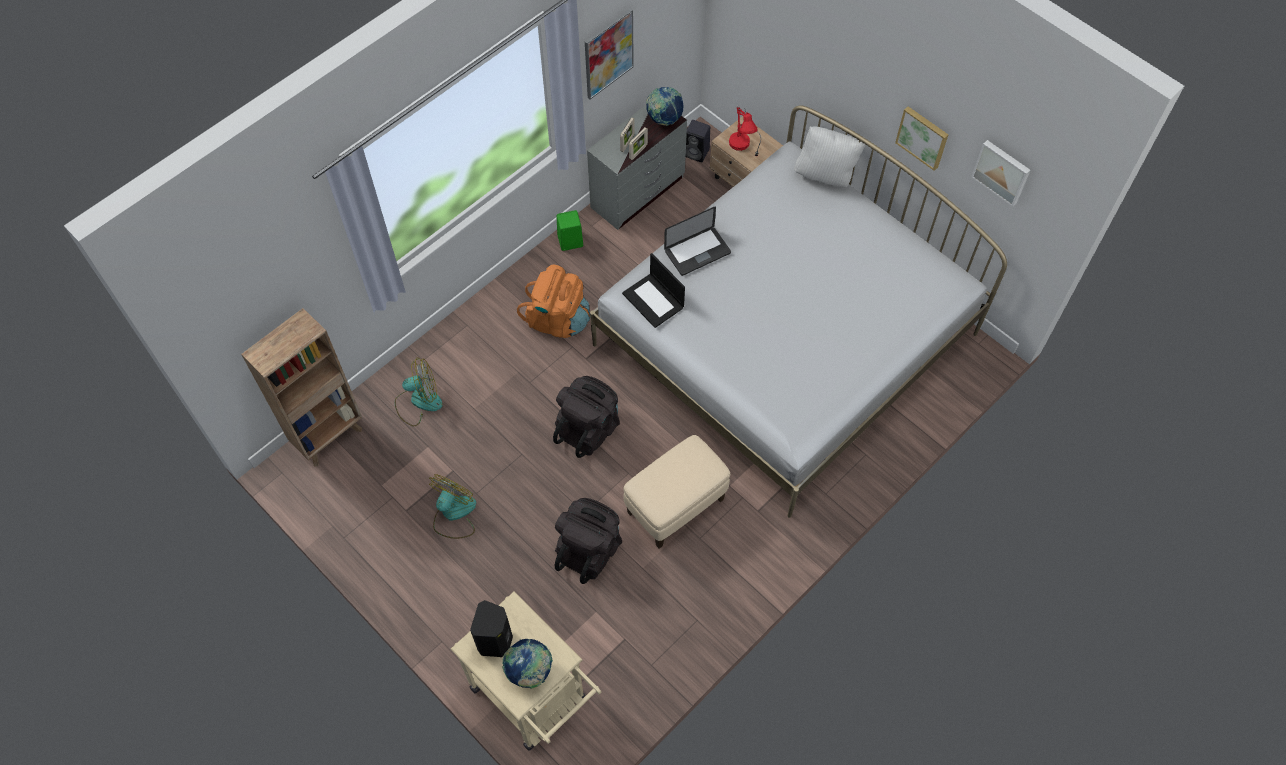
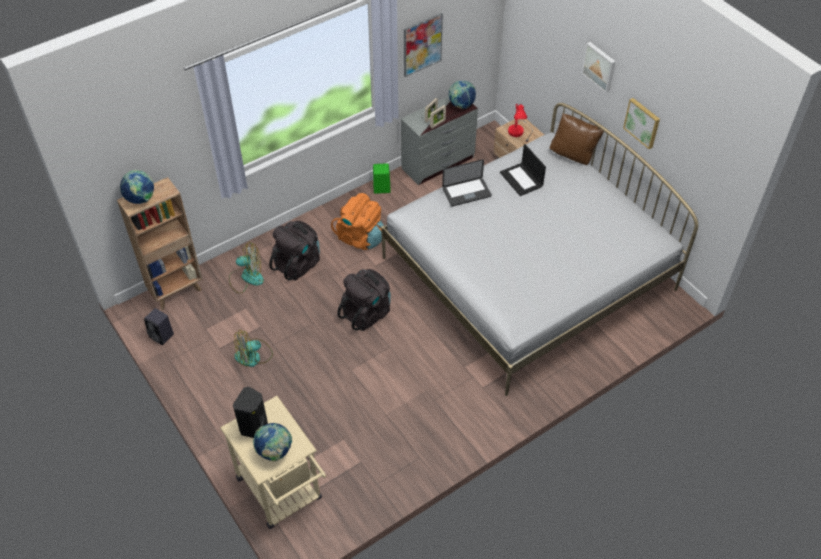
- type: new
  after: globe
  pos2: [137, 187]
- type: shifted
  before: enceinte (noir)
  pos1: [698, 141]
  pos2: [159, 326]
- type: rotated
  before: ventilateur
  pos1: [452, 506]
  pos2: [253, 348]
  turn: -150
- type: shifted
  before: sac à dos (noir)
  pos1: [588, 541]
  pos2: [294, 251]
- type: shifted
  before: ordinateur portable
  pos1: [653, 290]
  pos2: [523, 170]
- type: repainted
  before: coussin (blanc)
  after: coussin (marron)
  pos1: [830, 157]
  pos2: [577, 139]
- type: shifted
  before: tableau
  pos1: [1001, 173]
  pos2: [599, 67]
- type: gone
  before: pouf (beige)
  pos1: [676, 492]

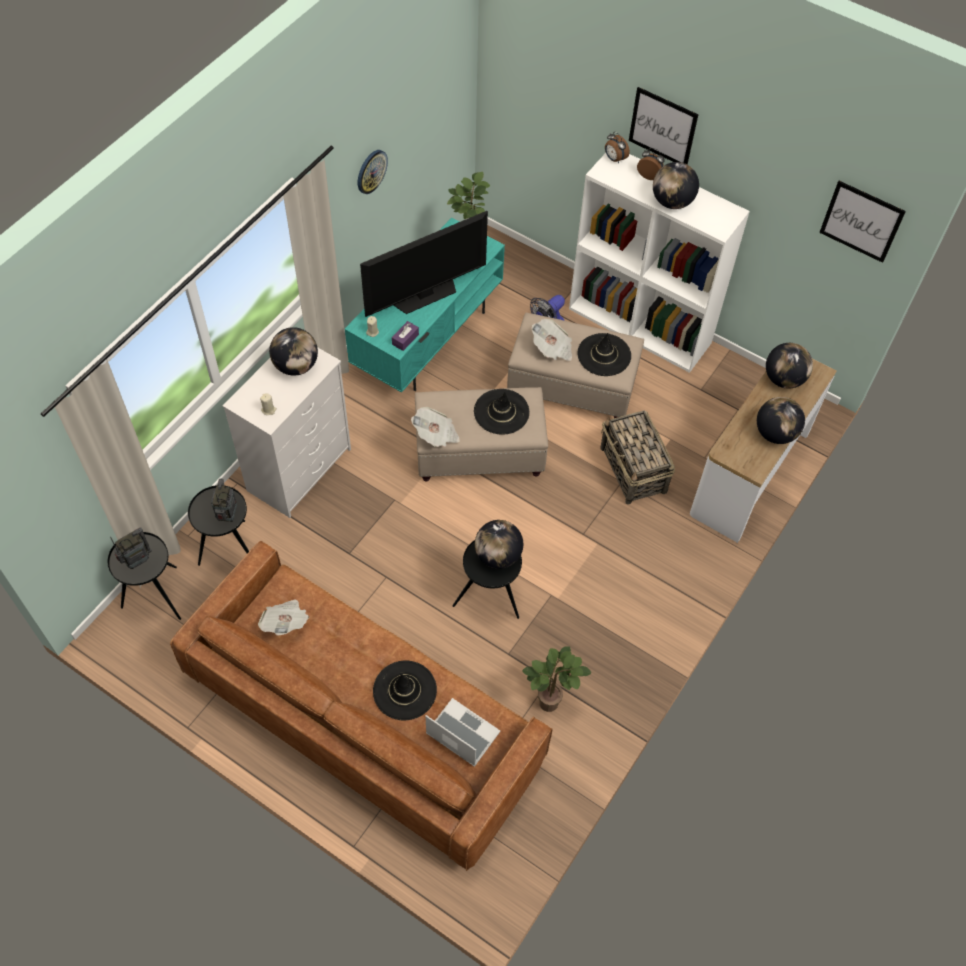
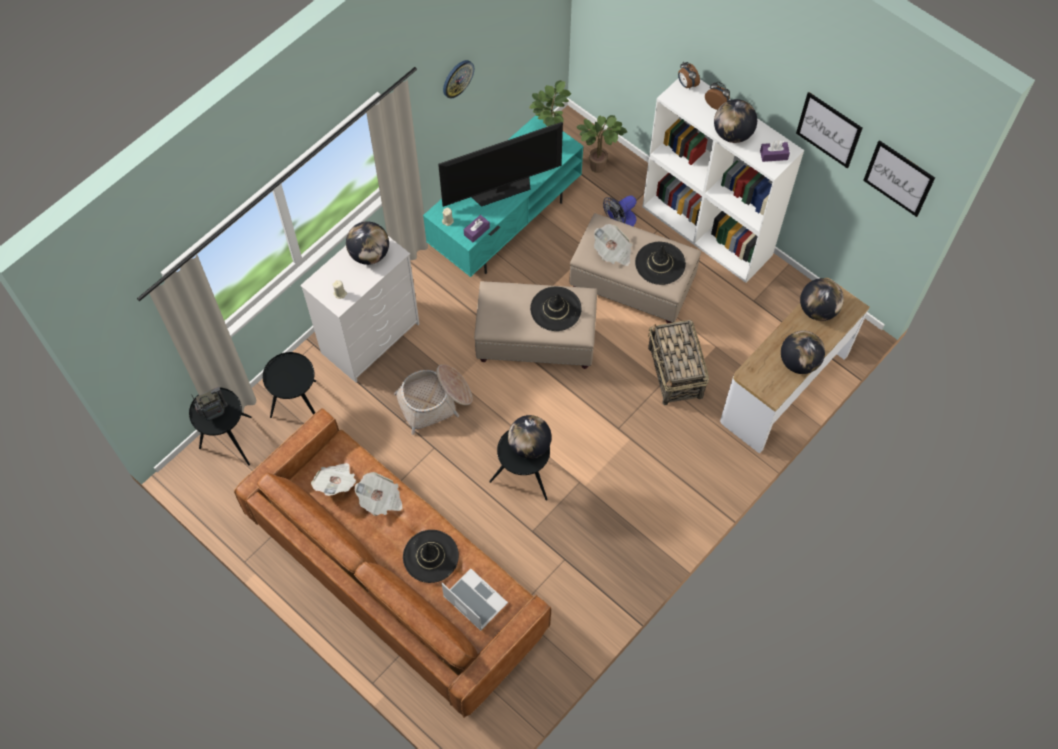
- type: shifted
  before: journal
  pos1: [435, 427]
  pos2: [379, 494]
- type: new
  after: panier
  pos2: [433, 399]
- type: shifted
  before: plante en pot
  pos1: [556, 679]
  pos2: [602, 144]
- type: new
  after: boîte à mouchoirs (violet)
  pos2: [775, 151]
- type: shifted
  before: tableau
  pos1: [664, 126]
  pos2: [829, 130]
- type: gone
  before: radio
  pos1: [224, 500]

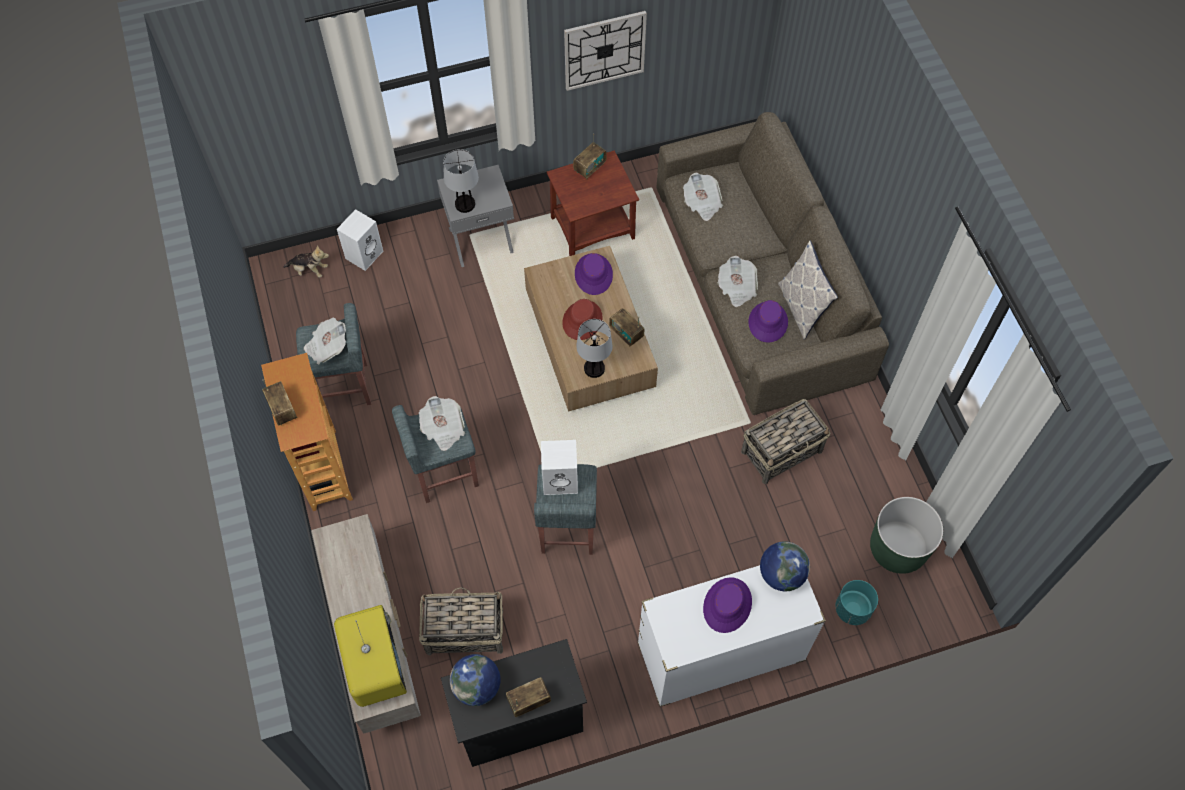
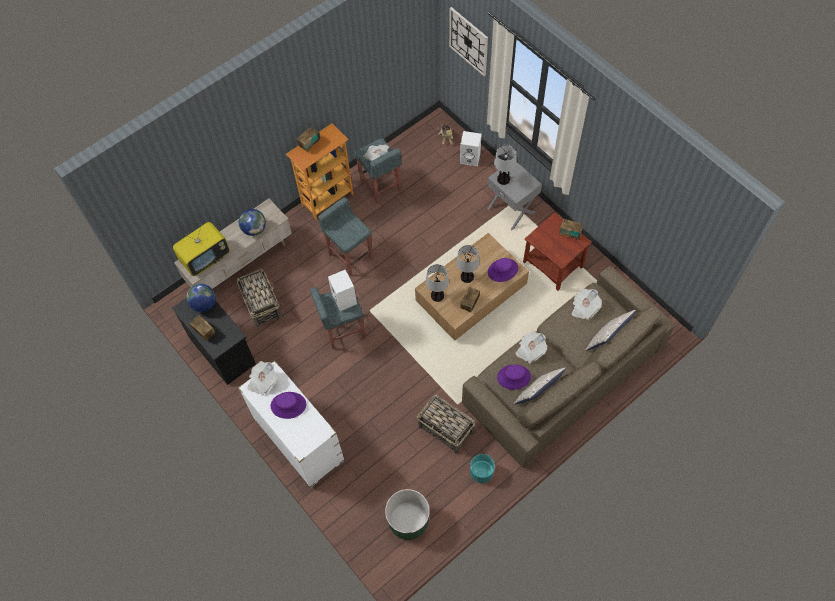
- type: shifted
  before: globe
  pos1: [785, 566]
  pos2: [252, 222]
- type: shifted
  before: journal
  pos1: [442, 423]
  pos2: [262, 378]
- type: shifted
  before: horloge murale
  pos1: [605, 51]
  pos2: [468, 41]
- type: swapped
  before: chapeau (rouge)
  after: lampe de table
  pos1: [582, 319]
  pos2: [467, 264]
- type: shifted
  before: cache-pot (turquoise)
  pos1: [856, 602]
  pos2: [482, 468]
- type: new
  after: coussin
  pos2: [610, 330]

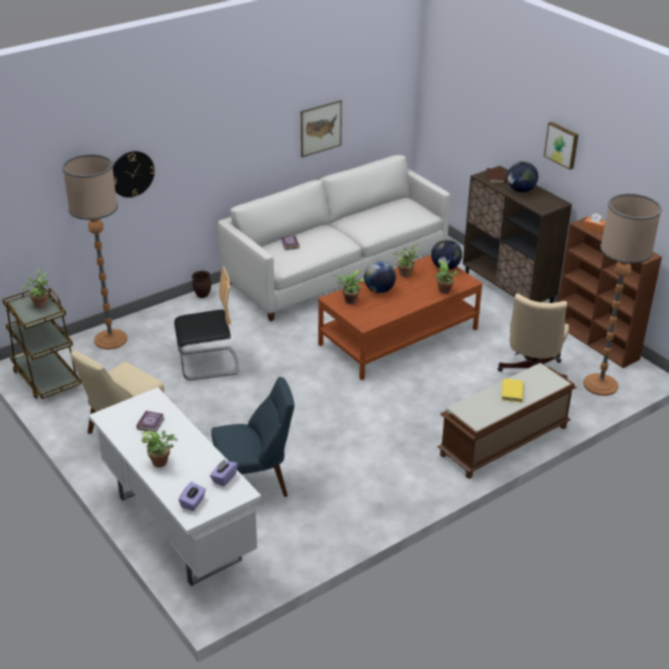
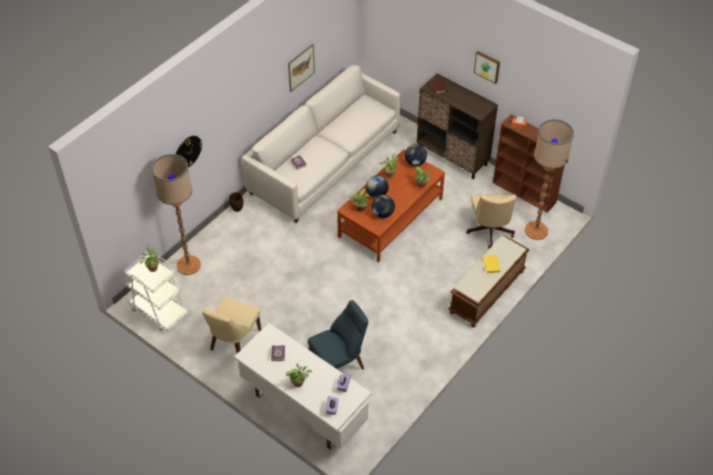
- type: repainted
  before: chariot (marron)
  after: chariot (blanc)
  pos1: [41, 343]
  pos2: [157, 291]
- type: shifted
  before: globe
  pos1: [522, 176]
  pos2: [383, 206]
- type: gone
  before: chaise
  pos1: [206, 323]

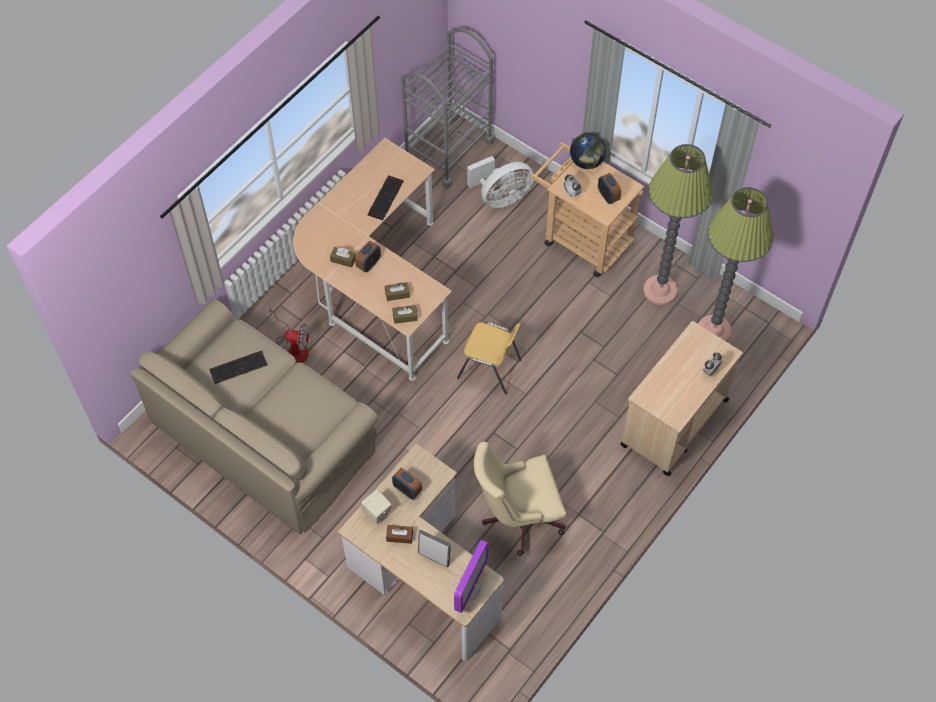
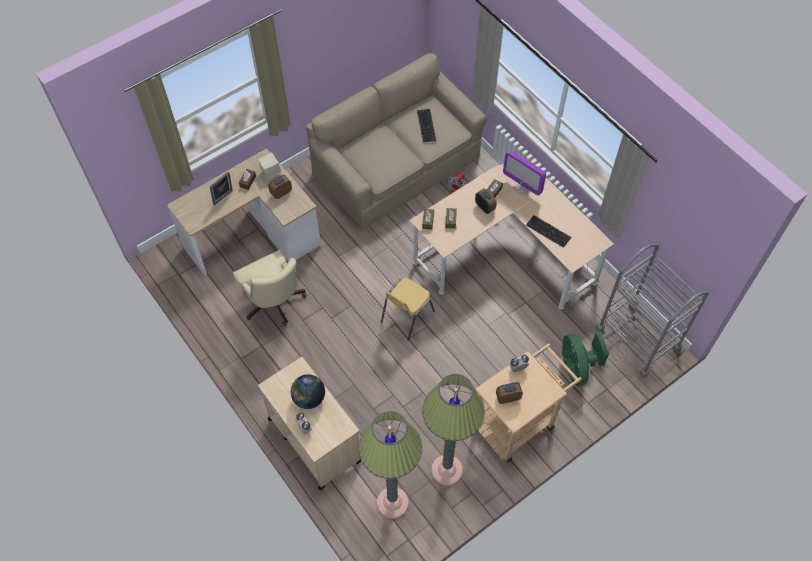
- type: rotated
  before: chaise de bureau (beige)
  pos1: [520, 499]
  pos2: [270, 288]
  turn: 150
- type: shifted
  before: globe
  pos1: [588, 151]
  pos2: [308, 391]
- type: shifted
  before: écran d'ordinateur
  pos1: [471, 576]
  pos2: [524, 172]
- type: repainted
  before: ventilateur (blanc)
  after: ventilateur (vert)
  pos1: [500, 182]
  pos2: [585, 358]

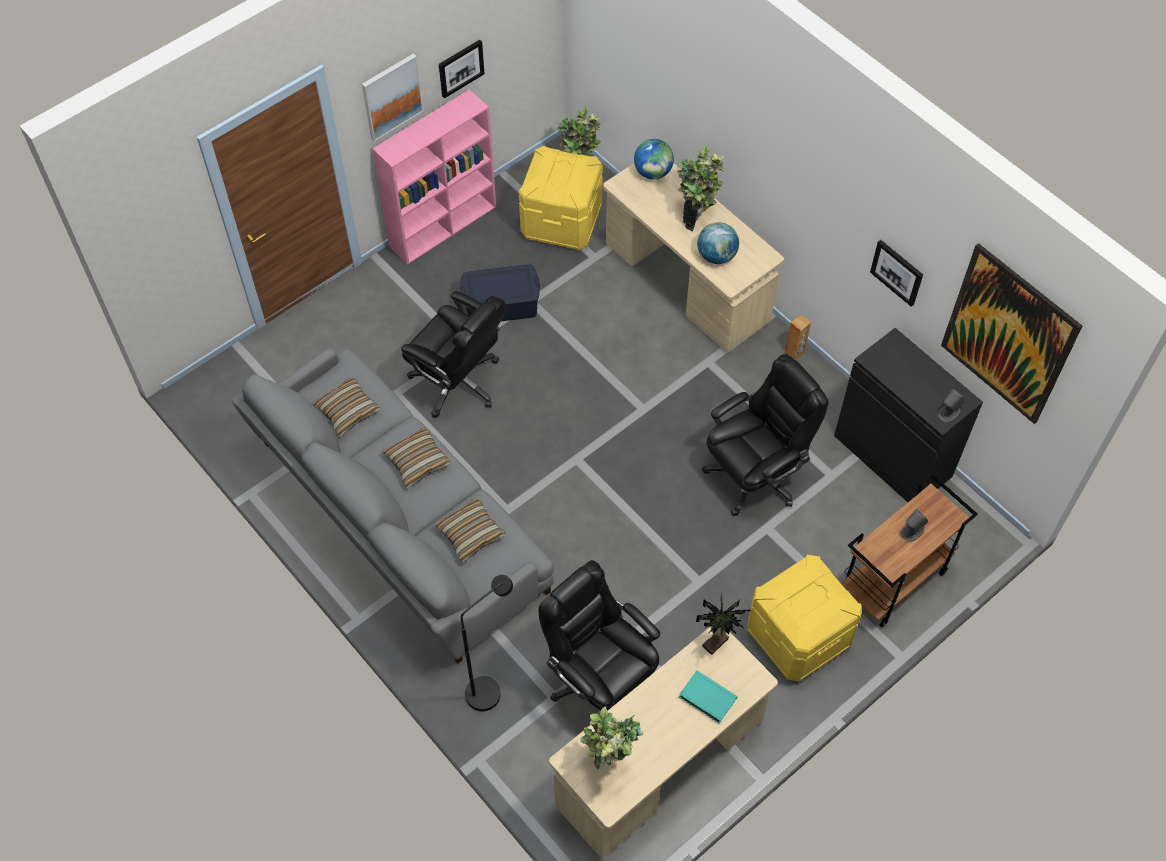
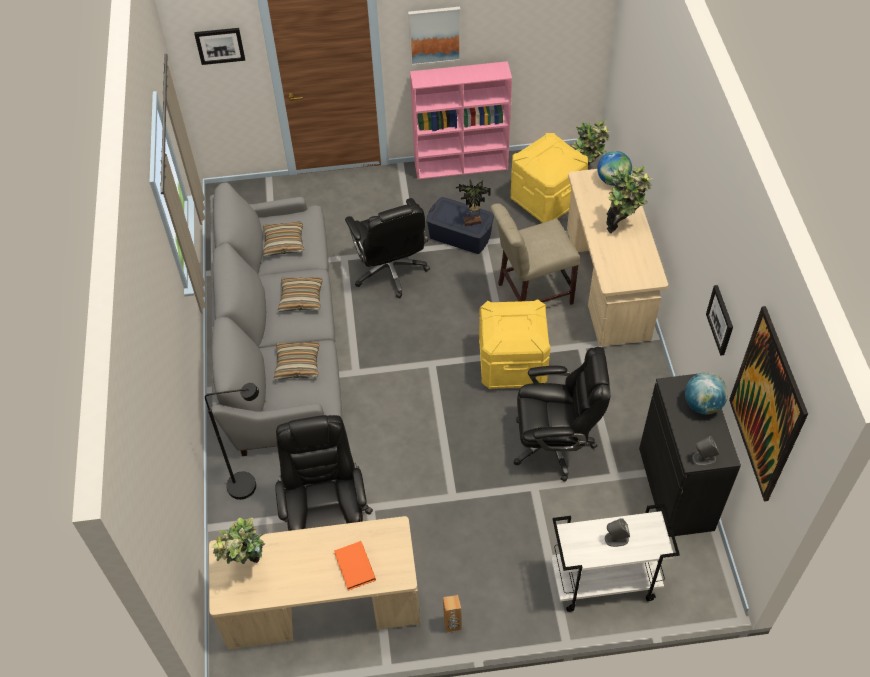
- type: shifted
  before: tableau
  pos1: [462, 69]
  pos2: [219, 46]
- type: repainted
  before: livre (turquoise)
  after: livre (orange)
  pos1: [708, 697]
  pos2: [355, 566]
- type: shifted
  before: enceinte (marron)
  pos1: [798, 337]
  pos2: [452, 613]
- type: shifted
  before: plante en pot
  pos1: [723, 624]
  pos2: [473, 203]
- type: shifted
  before: boîte de rangement (jaune)
  pos1: [804, 618]
  pos2: [515, 344]
- type: new
  after: chaise (beige)
  pos2: [535, 254]
- type: repainted
  before: chariot (marron)
  after: chariot (blanc)
  pos1: [909, 551]
  pos2: [615, 558]
- type: shifted
  before: globe
  pos1: [718, 243]
  pos2: [706, 393]

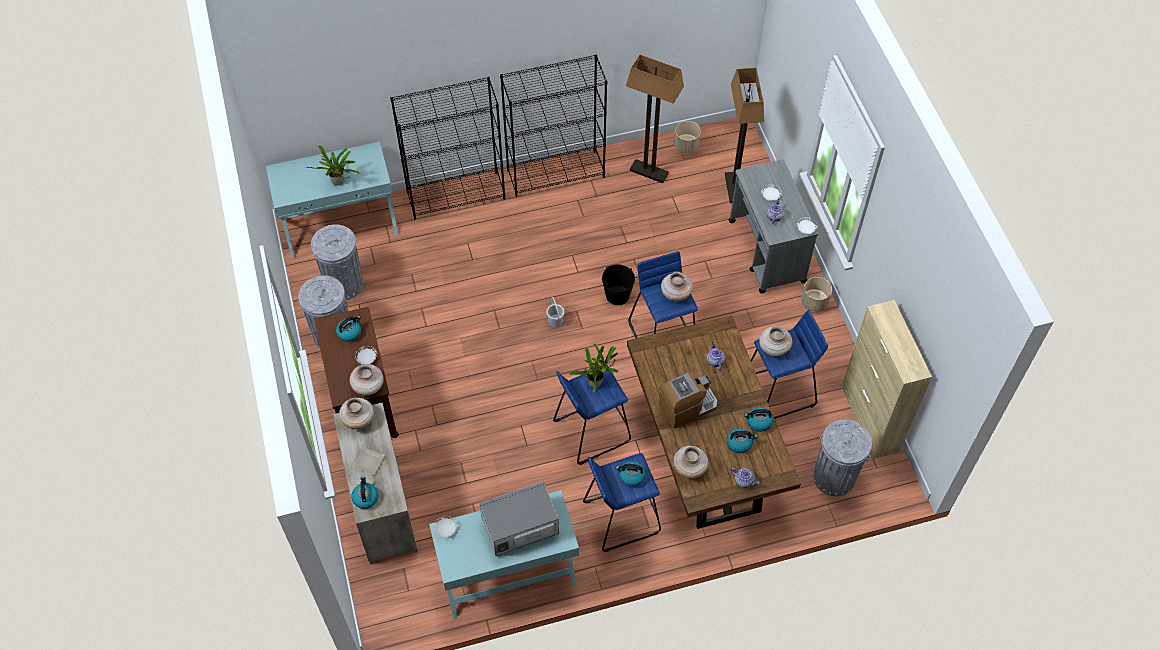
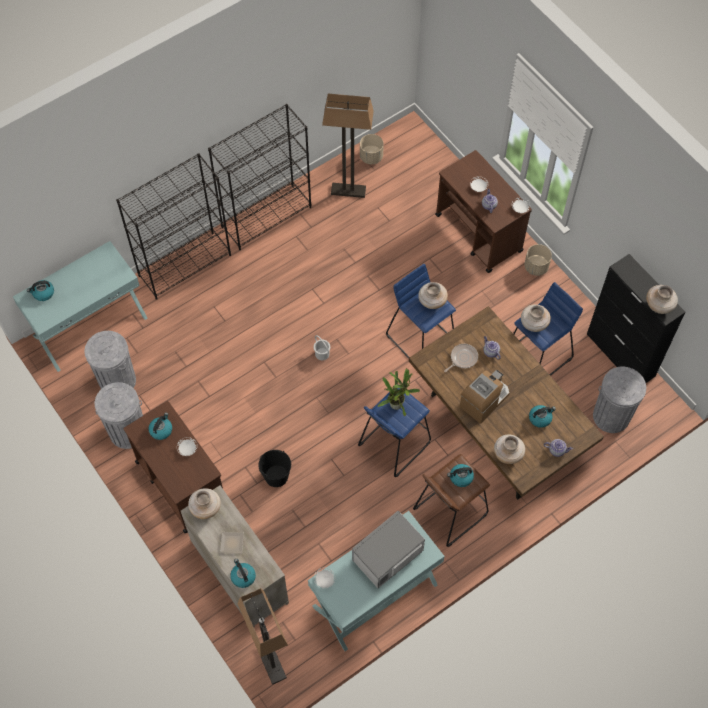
- type: shifted
  before: bouilloire
  pos1: [758, 419]
  pos2: [40, 290]
- type: shifted
  before: lampadaire
  pos1: [744, 135]
  pos2: [262, 636]
- type: shifted
  before: seau (noir)
  pos1: [618, 284]
  pos2: [274, 468]
- type: repainted
  before: tabouret (bleu)
  after: tabouret (marron)
  pos1: [622, 502]
  pos2: [451, 500]
- type: repainted
  before: chariot (gris)
  after: chariot (marron)
  pos1: [773, 226]
  pos2: [483, 211]
- type: new
  after: poêle
  pos2: [461, 358]
- type: repainted
  before: meuble de rangement (beige)
  after: meuble de rangement (noir)
  pos1: [886, 379]
  pos2: [636, 318]
- type: shifted
  before: vase (beige)
  pos1: [367, 379]
  pos2: [662, 299]
- type: gone
  before: plante en pot
  pos1: [333, 165]

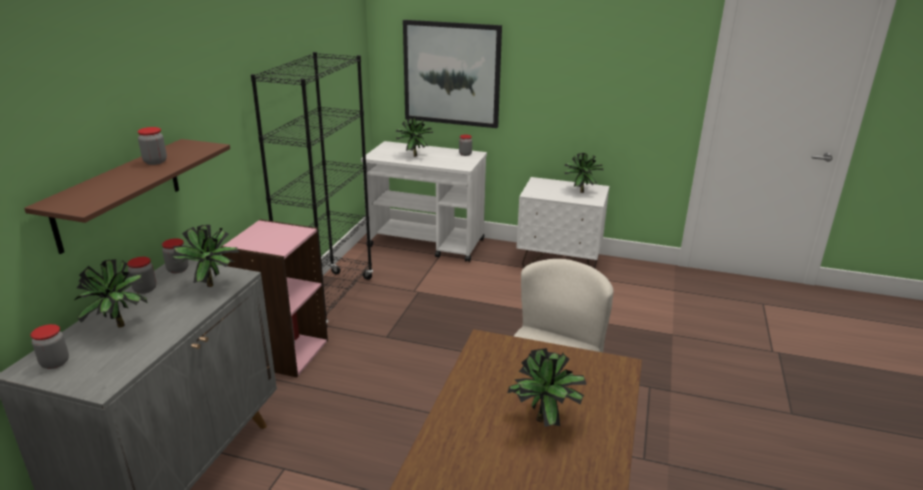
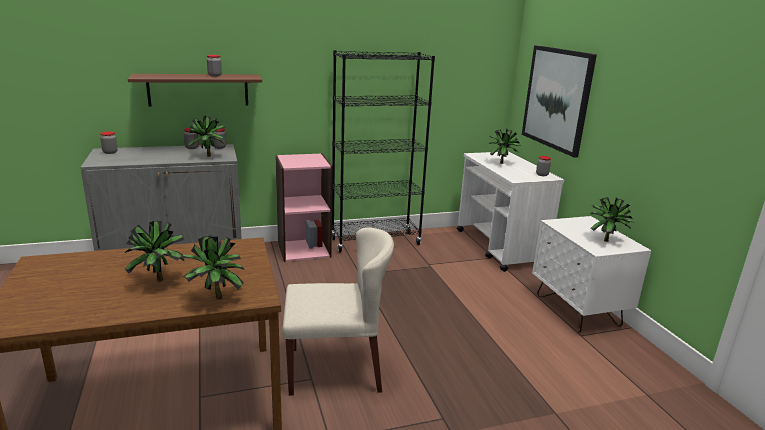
- type: shifted
  before: plante en pot
  pos1: [110, 293]
  pos2: [213, 267]

